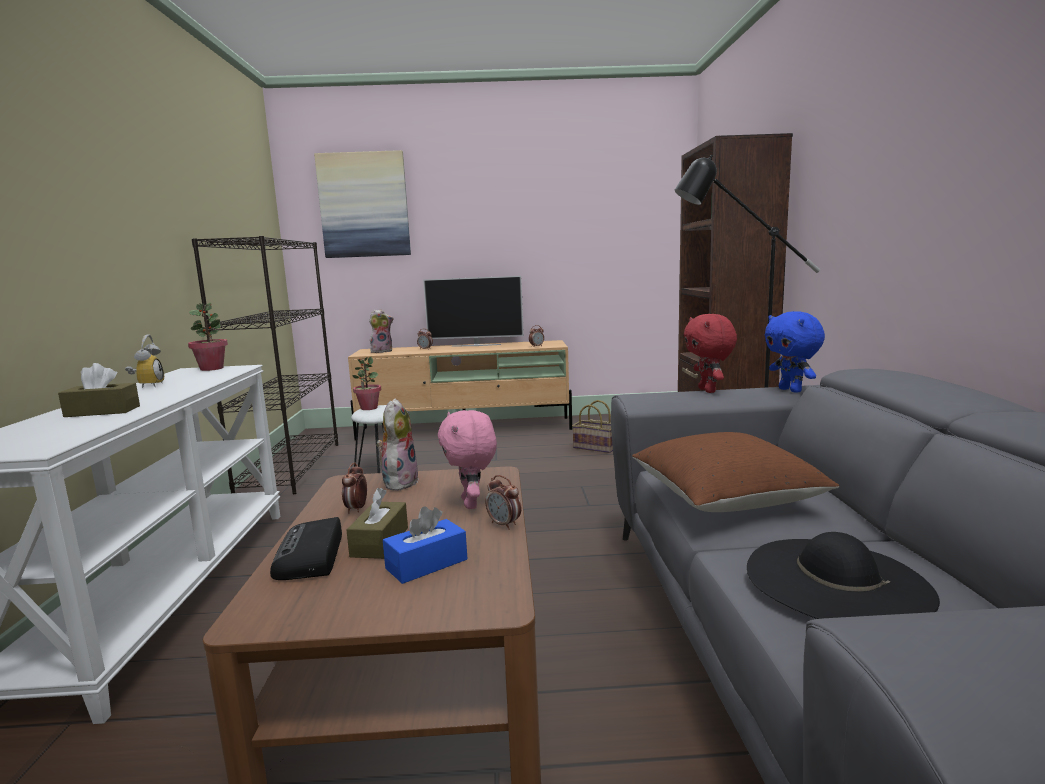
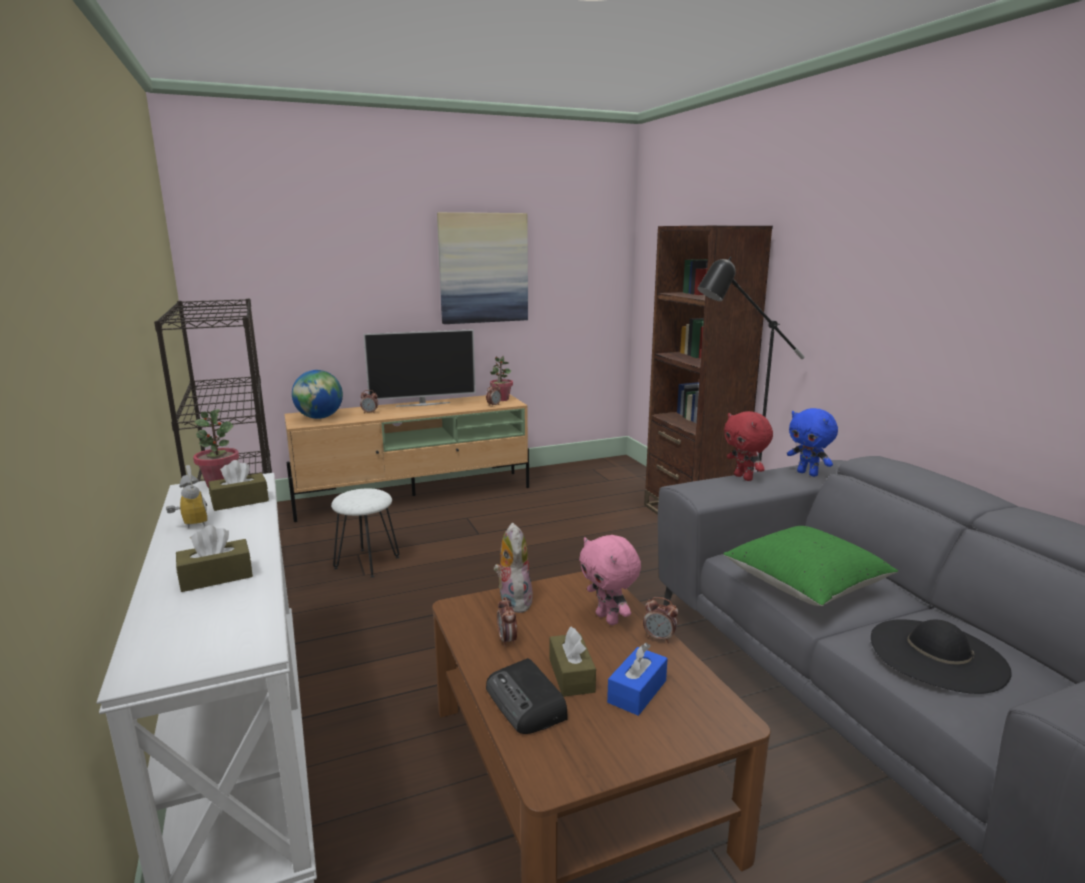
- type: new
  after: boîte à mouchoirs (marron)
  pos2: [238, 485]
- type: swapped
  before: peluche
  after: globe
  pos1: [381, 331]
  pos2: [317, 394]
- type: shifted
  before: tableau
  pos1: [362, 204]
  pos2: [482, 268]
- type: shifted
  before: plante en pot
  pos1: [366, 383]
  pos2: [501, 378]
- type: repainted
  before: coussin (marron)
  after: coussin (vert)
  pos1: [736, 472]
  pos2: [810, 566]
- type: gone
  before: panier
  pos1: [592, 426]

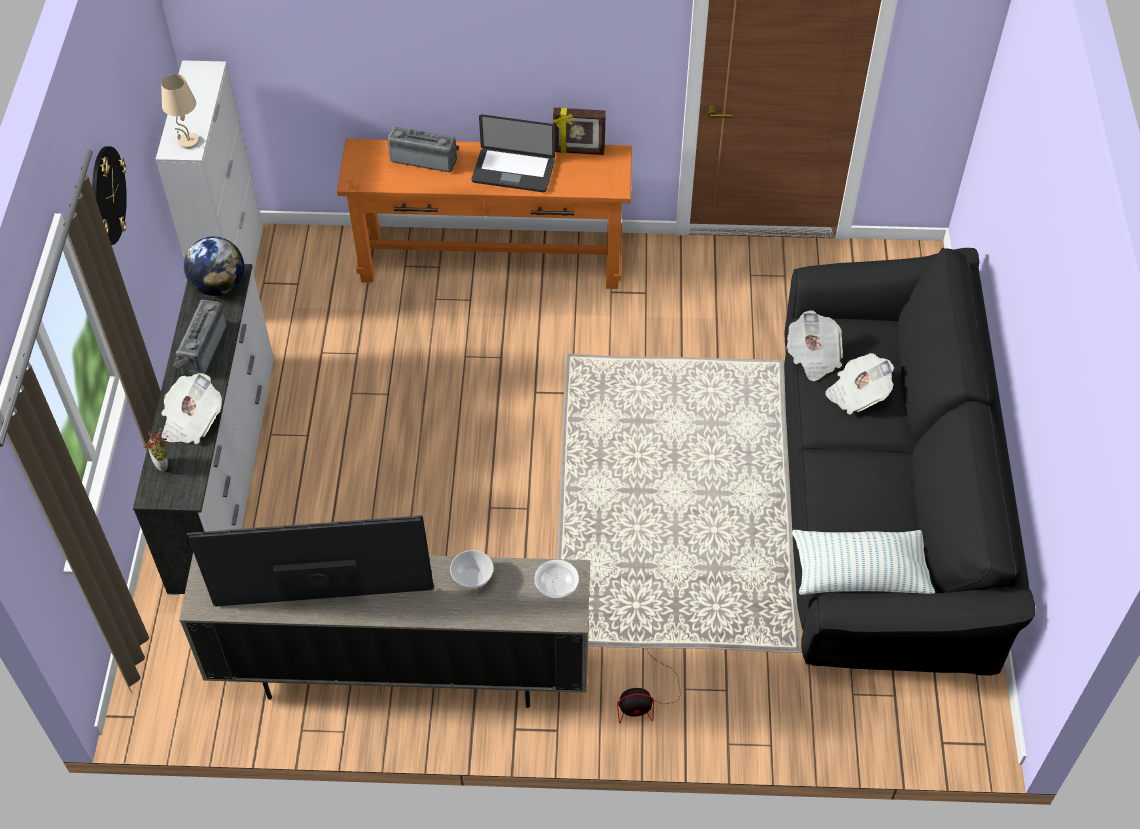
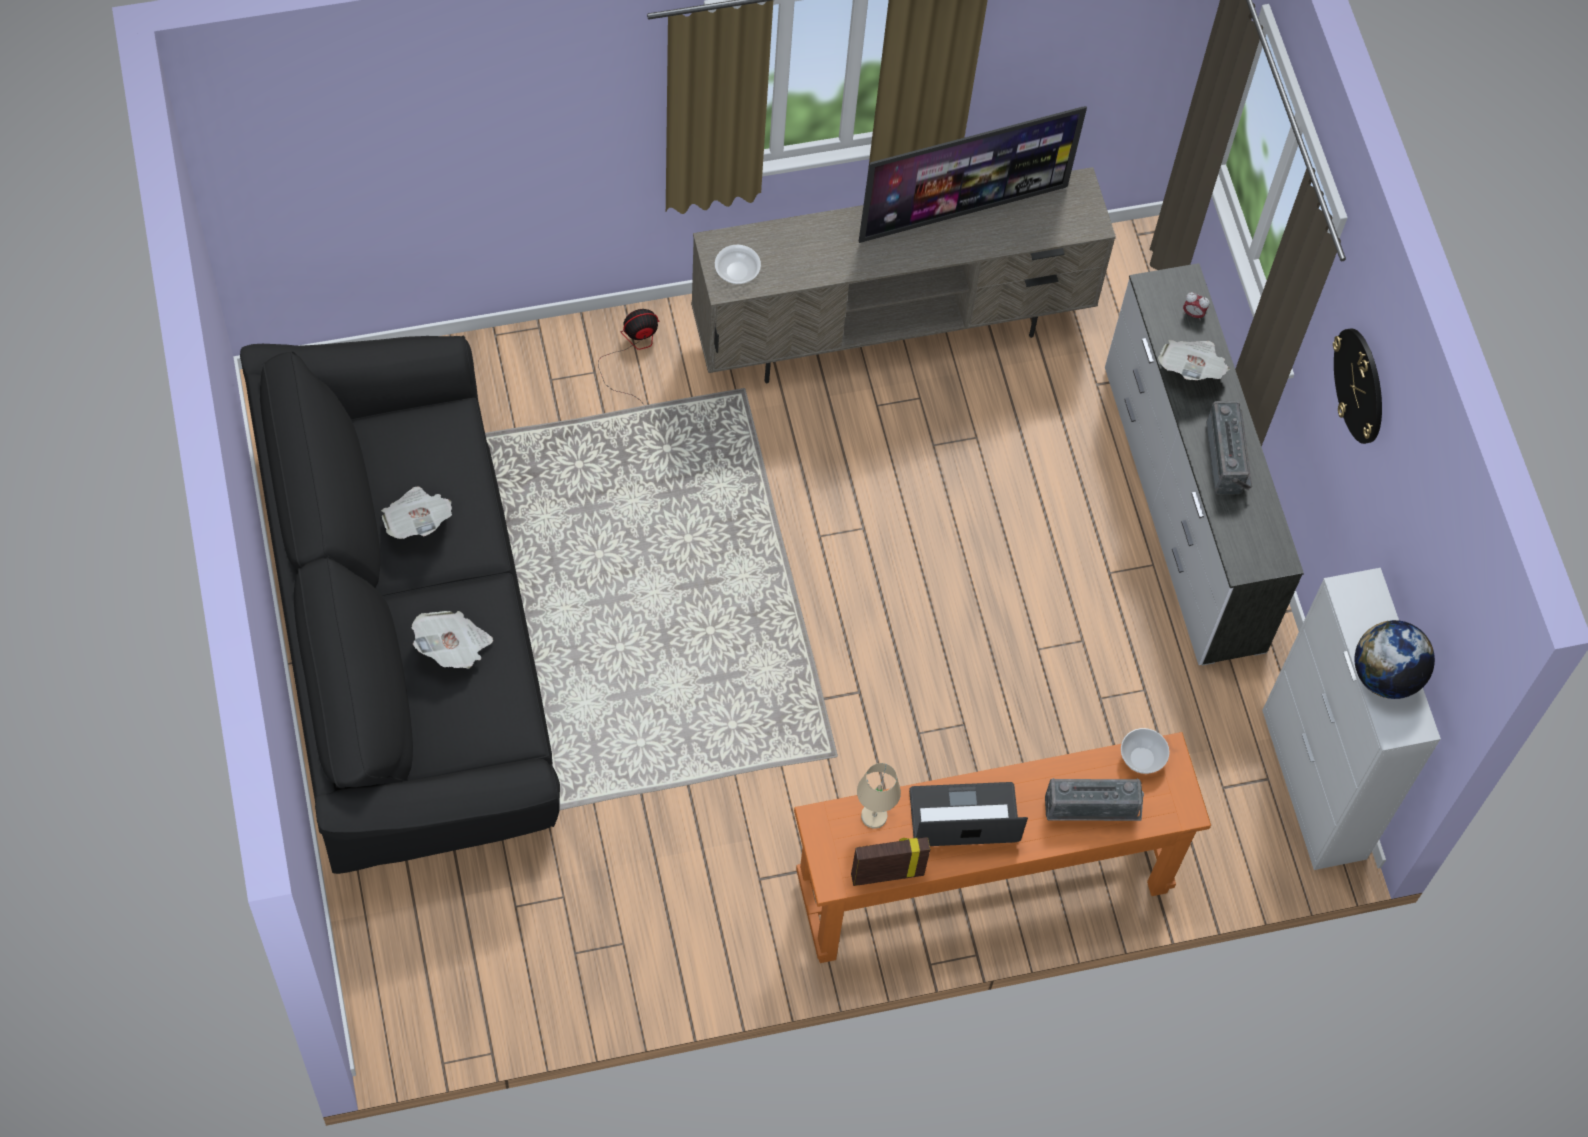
- type: shifted
  before: journal
  pos1: [814, 345]
  pos2: [416, 512]
- type: shifted
  before: lampe de table (beige)
  pos1: [180, 111]
  pos2: [879, 796]
- type: shifted
  before: bol
  pos1: [472, 569]
  pos2: [1145, 751]
- type: swapped
  before: plante en pot
  after: réveil
  pos1: [156, 450]
  pos2: [1196, 306]
- type: shifted
  before: globe
  pos1: [214, 266]
  pos2: [1395, 659]
- type: gone
  before: coussin
  pos1: [863, 562]

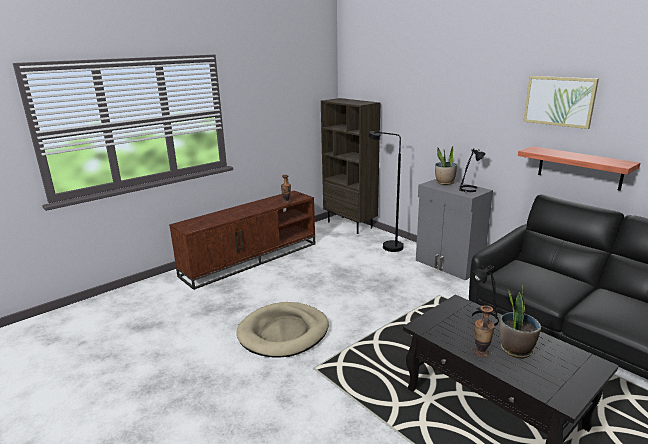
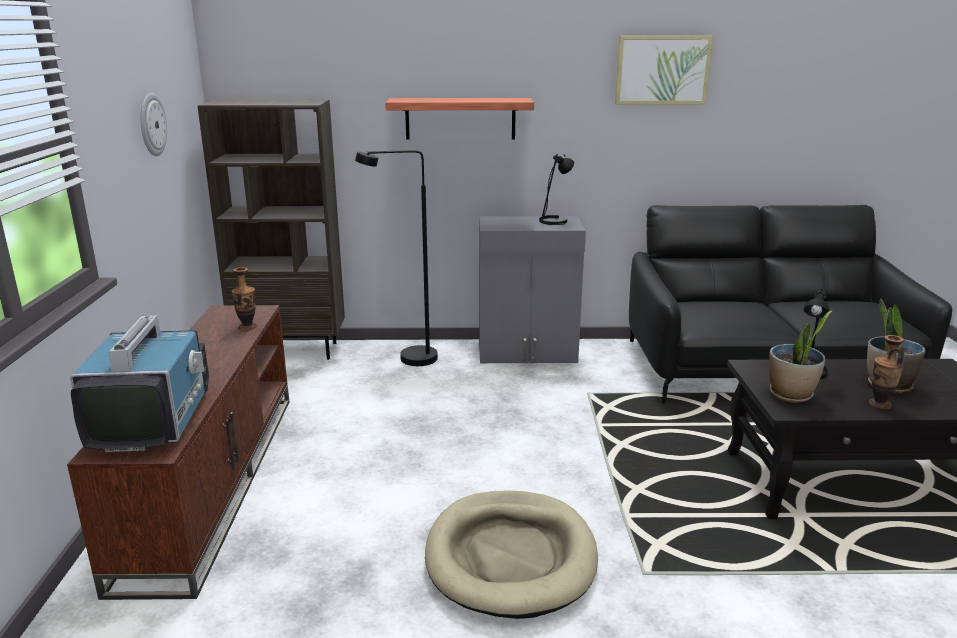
- type: new
  after: téléviseur
  pos2: [139, 383]
- type: new
  after: horloge murale
  pos2: [154, 124]
- type: shifted
  before: étagère
  pos1: [579, 168]
  pos2: [459, 119]
- type: shifted
  before: plante en pot
  pos1: [446, 165]
  pos2: [801, 356]

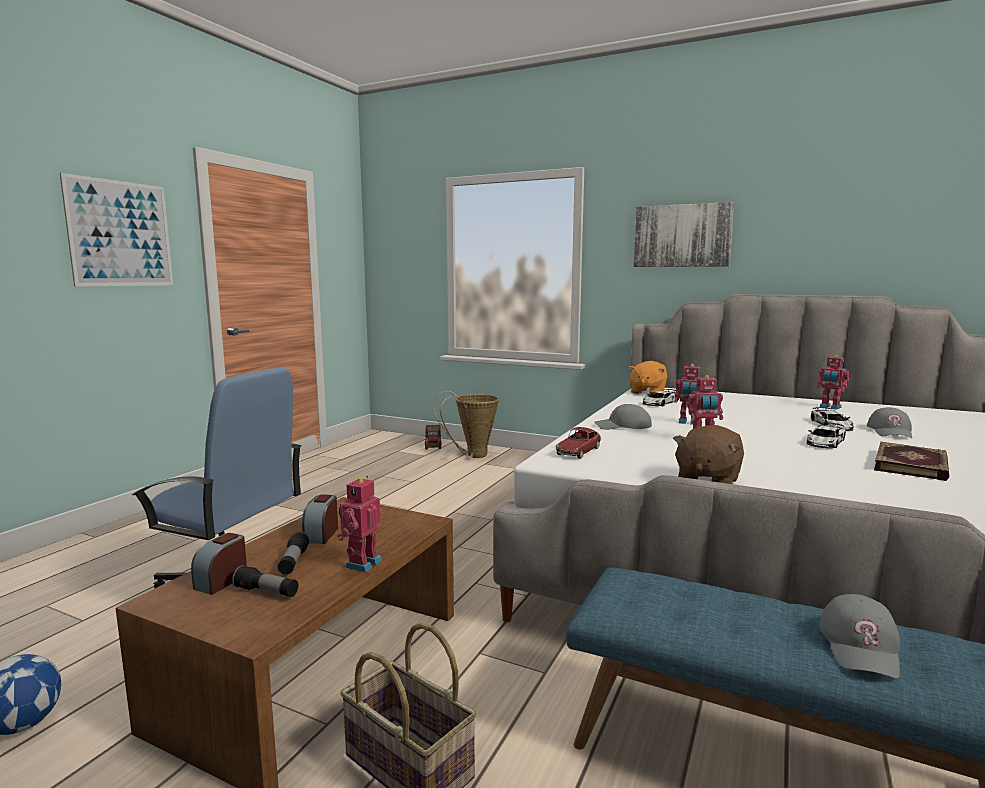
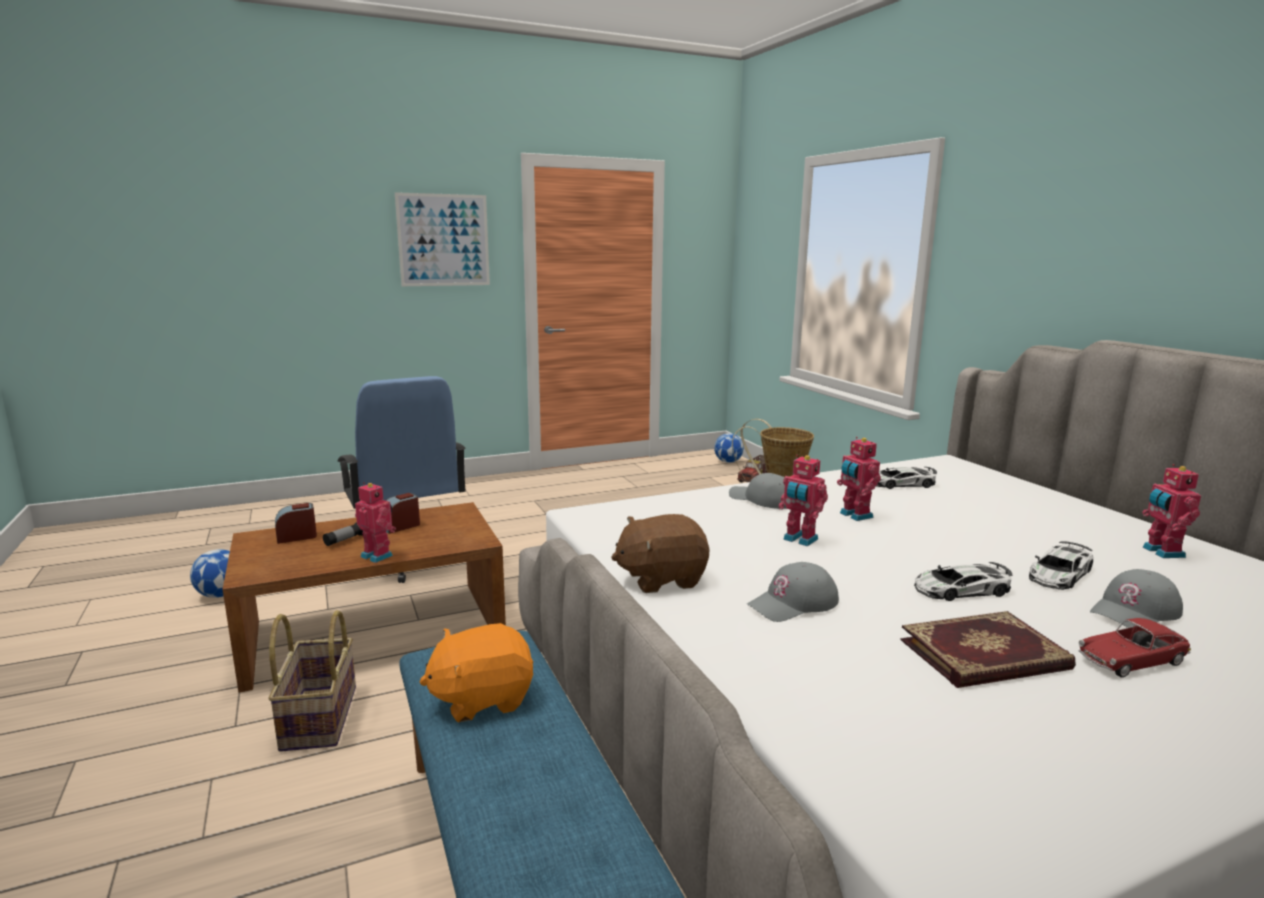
- type: rotated
  before: robot jouet
  pos1: [359, 524]
  pos2: [375, 522]
  turn: 60
- type: shifted
  before: peluche (orange)
  pos1: [647, 378]
  pos2: [476, 673]
- type: new
  after: ballon de foot
  pos2: [729, 448]
- type: shifted
  before: casquette (gris)
  pos1: [859, 636]
  pos2: [793, 592]
- type: shifted
  before: petite voiture
  pos1: [578, 443]
  pos2: [1135, 647]
- type: gone
  before: lampe de poche
  pos1: [265, 581]
- type: gone
  before: tableau
  pos1: [684, 234]

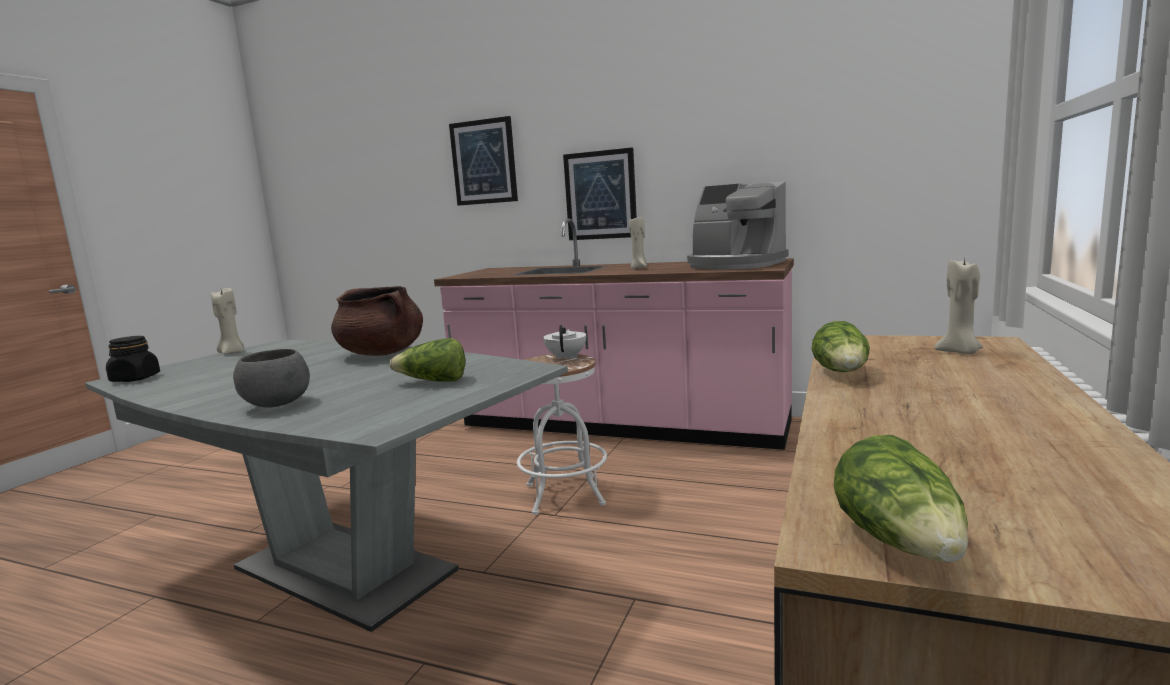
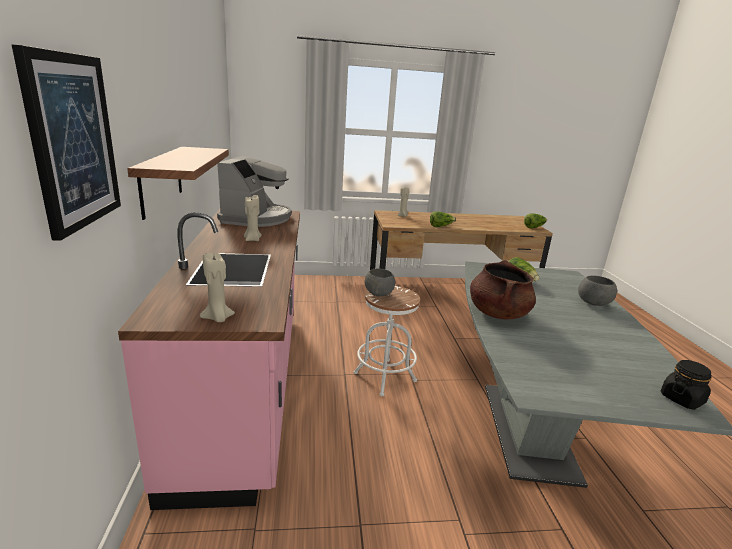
- type: swapped
  before: tableau
  after: étagère
  pos1: [600, 193]
  pos2: [178, 183]
- type: shifted
  before: bougie (beige)
  pos1: [227, 321]
  pos2: [217, 287]
- type: swapped
  before: théière (blanc)
  after: bol (gris)
  pos1: [564, 342]
  pos2: [379, 282]

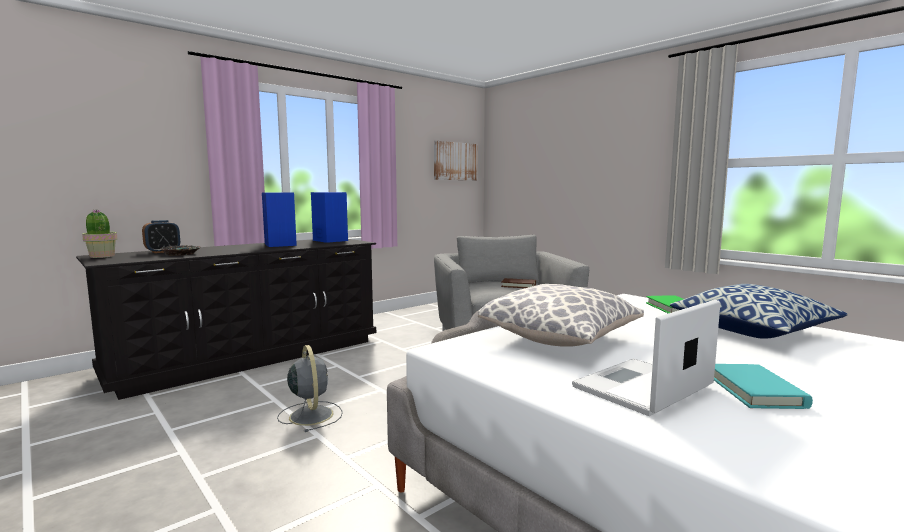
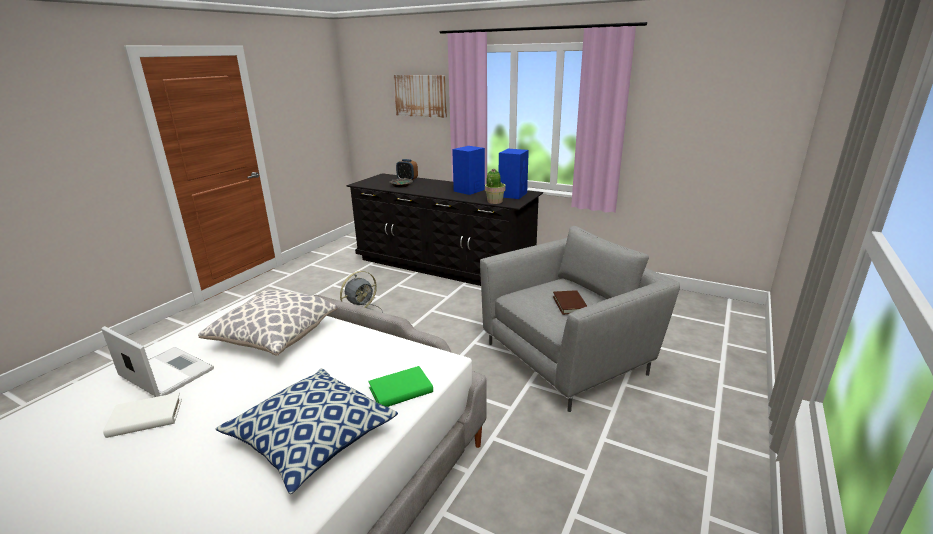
- type: repainted
  before: livre (turquoise)
  after: livre (blanc)
  pos1: [763, 386]
  pos2: [142, 415]
- type: shifted
  before: tableau
  pos1: [456, 160]
  pos2: [420, 96]
- type: shifted
  before: plante en pot
  pos1: [100, 233]
  pos2: [495, 186]

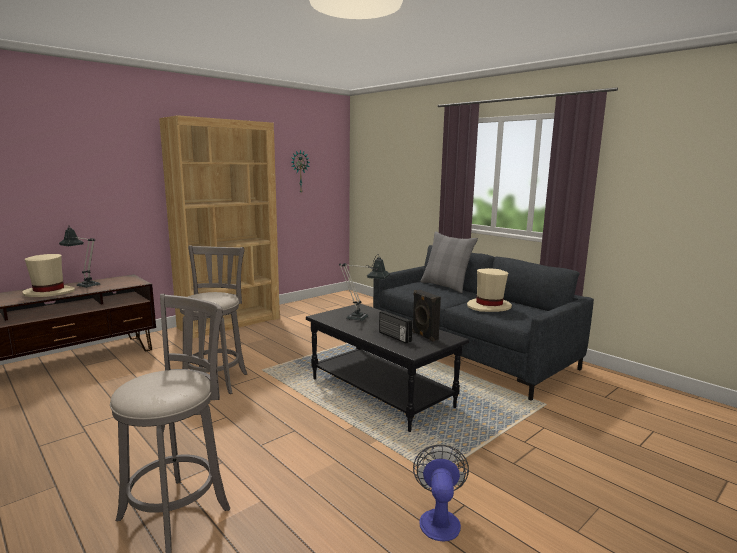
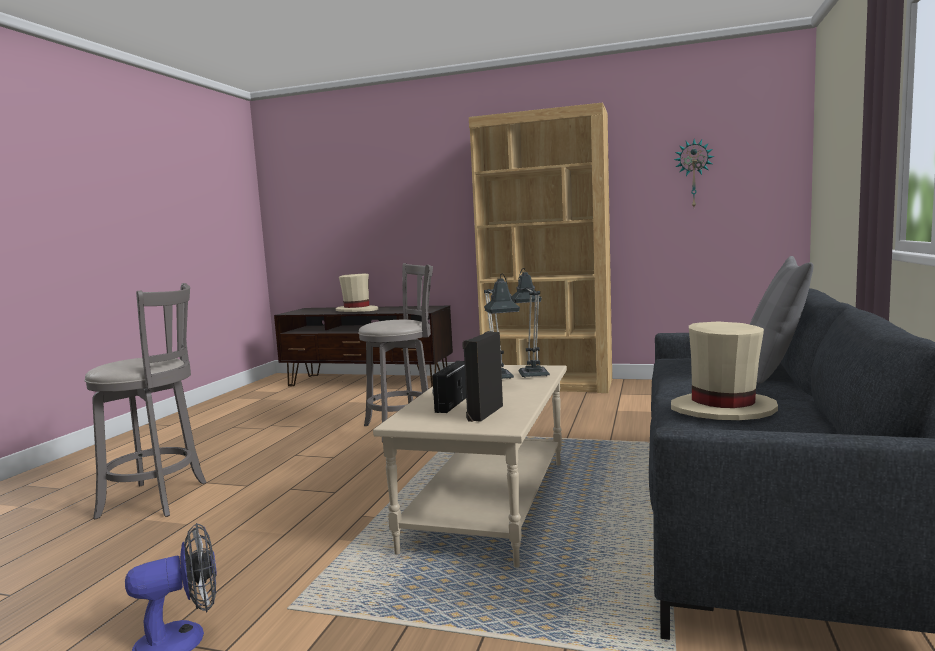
- type: repainted
  before: table basse (noir)
  after: table basse (beige)
  pos1: [387, 368]
  pos2: [470, 466]
- type: shifted
  before: lampe de table
  pos1: [79, 257]
  pos2: [530, 323]

